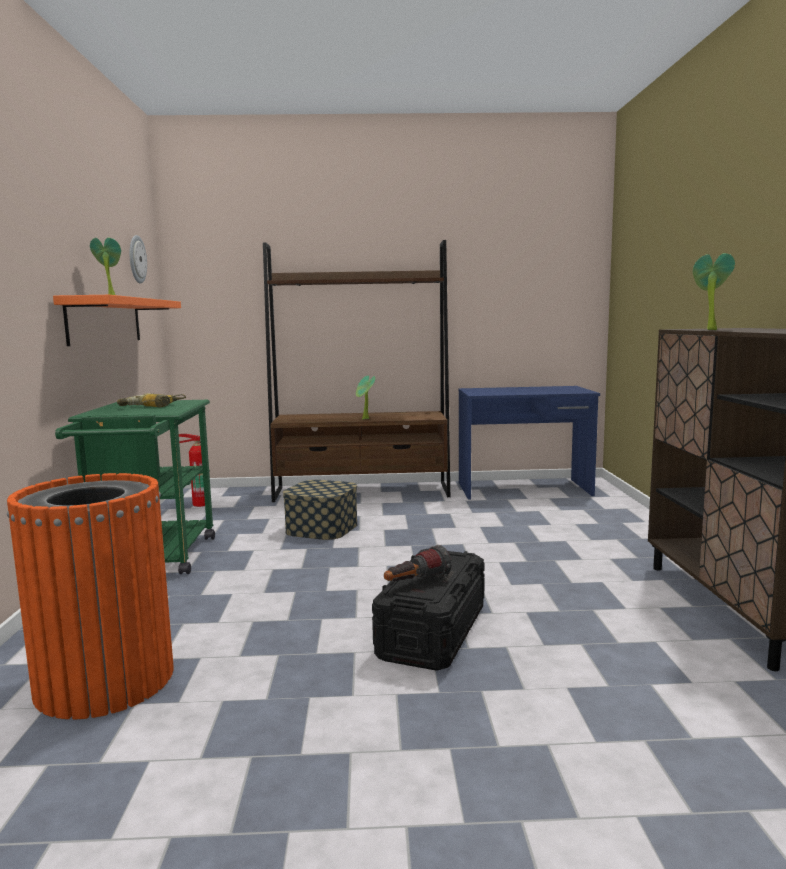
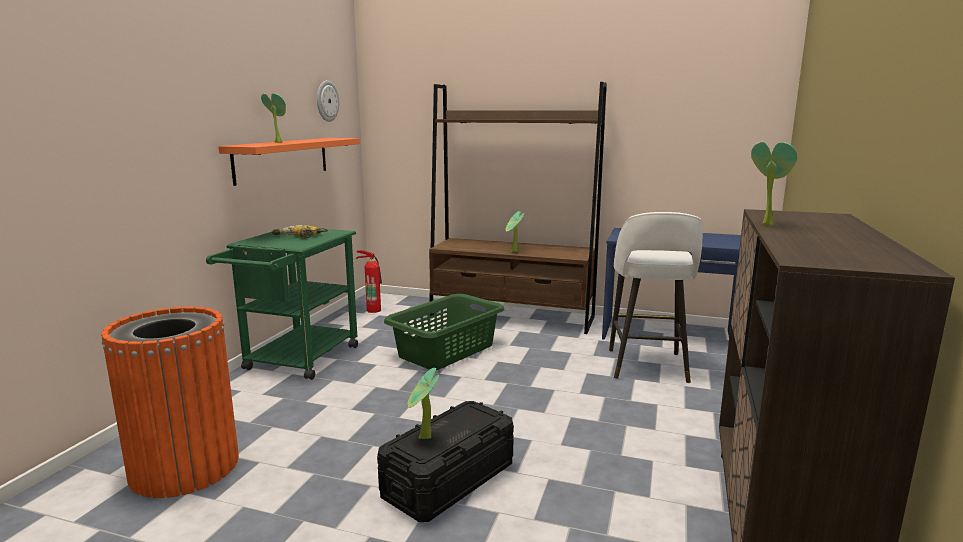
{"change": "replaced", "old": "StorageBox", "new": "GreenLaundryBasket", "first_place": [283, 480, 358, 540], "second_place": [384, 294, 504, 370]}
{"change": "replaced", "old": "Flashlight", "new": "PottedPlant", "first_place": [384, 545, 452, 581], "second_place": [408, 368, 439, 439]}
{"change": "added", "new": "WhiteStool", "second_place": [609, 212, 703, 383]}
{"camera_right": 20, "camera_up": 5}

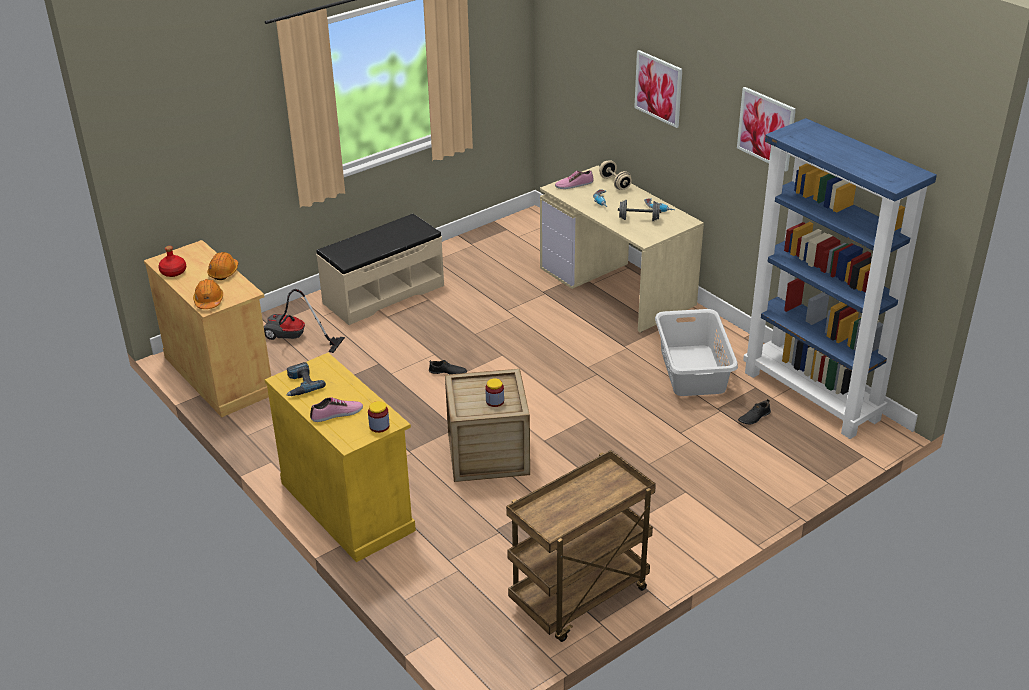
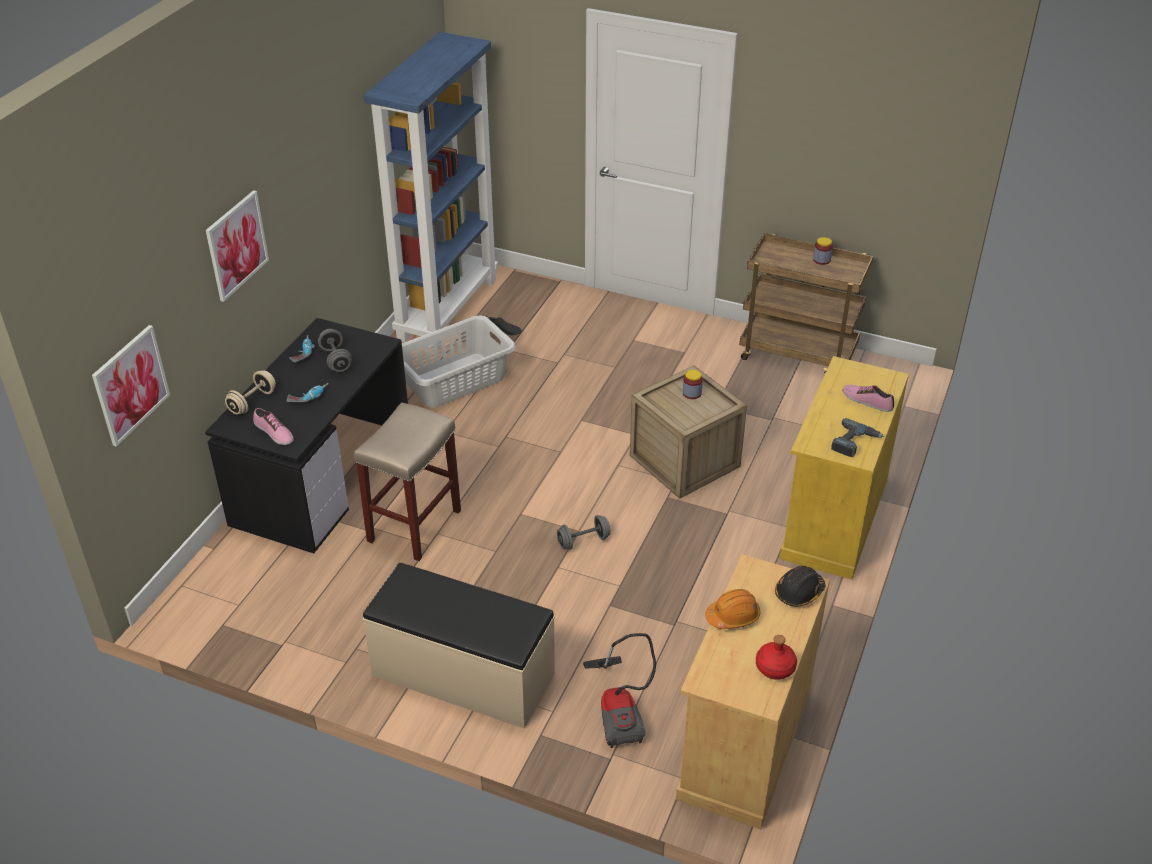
{"change": "moved", "old": "Picture", "first_place": [737, 87, 796, 171], "second_place": [92, 325, 170, 447]}
{"change": "recoloured", "old": "BeigeDesk", "new": "BlackDesk", "first_place": [540, 165, 704, 332], "second_place": [205, 318, 408, 553]}
{"change": "recoloured", "old": "OrangeHardHat", "new": "BlackHardHat", "first_place": [193, 279, 223, 309], "second_place": [775, 565, 825, 607]}
{"change": "replaced", "old": "BlackShoe", "new": "GreyDumbbell", "first_place": [429, 360, 467, 374], "second_place": [557, 515, 610, 550]}
{"change": "moved", "old": "Jar", "first_place": [368, 401, 390, 433], "second_place": [813, 237, 833, 265]}
{"change": "added", "new": "BeigeStool", "second_place": [354, 402, 461, 561]}
{"camera_right": -120, "camera_up": 5}

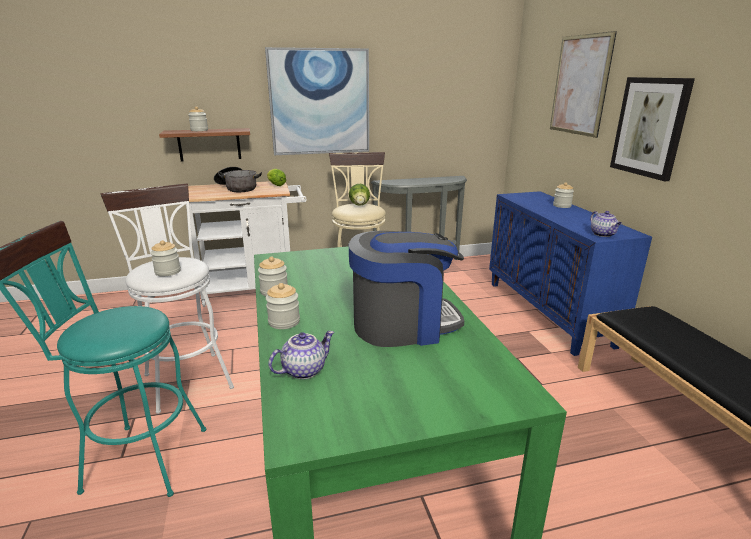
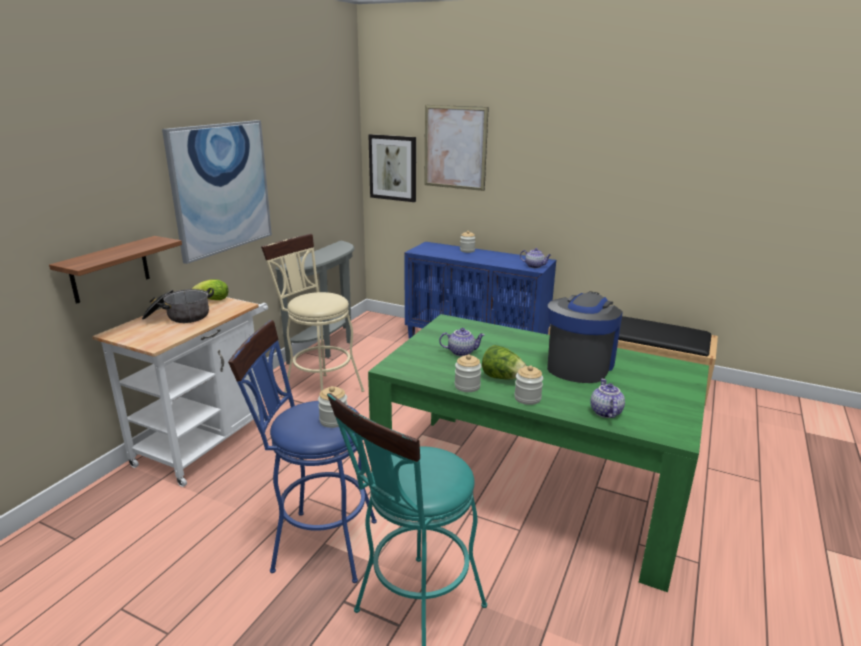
{"change": "moved", "old": "Picture", "first_place": [610, 77, 695, 181], "second_place": [368, 134, 416, 202]}
{"change": "removed", "old": "Jar", "first_place": [188, 106, 208, 131]}
{"change": "recoloured", "old": "WhiteStool", "new": "BlueStool", "first_place": [100, 183, 234, 414], "second_place": [228, 320, 377, 583]}
{"change": "moved", "old": "Lettuce", "first_place": [349, 184, 370, 206], "second_place": [482, 345, 527, 379]}
{"change": "added", "new": "Teapot", "second_place": [439, 328, 485, 356]}
{"camera_right": -50, "camera_up": 0}

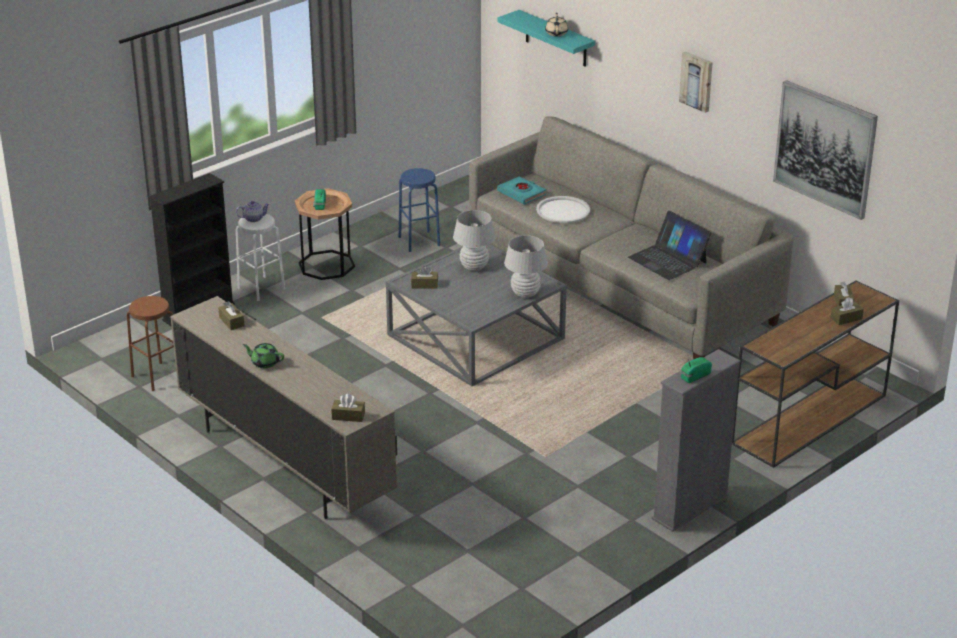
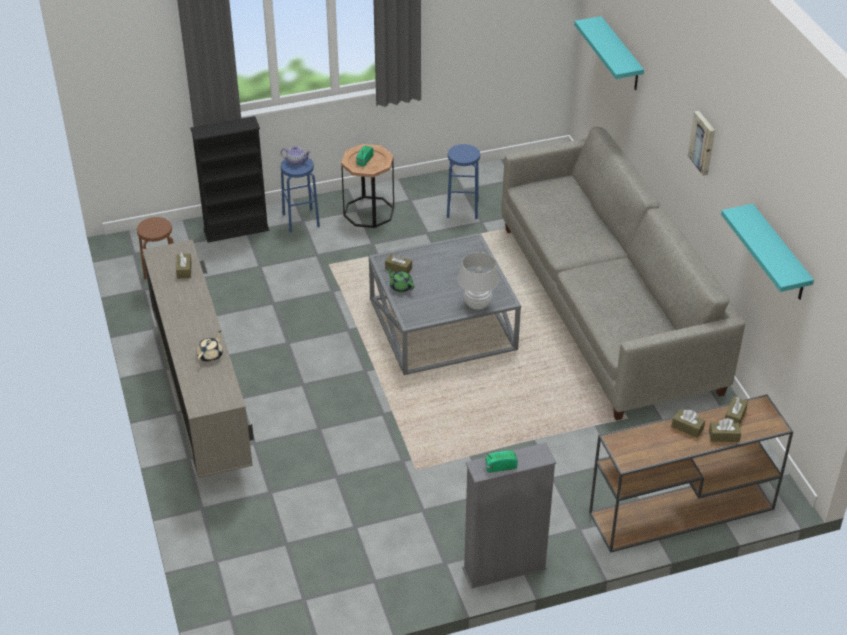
{"change": "moved", "old": "BeigeTeapot", "first_place": [545, 13, 568, 37], "second_place": [197, 331, 223, 362]}
{"change": "replaced", "old": "Picture", "new": "TurquoiseShelf", "first_place": [773, 80, 878, 220], "second_place": [721, 204, 814, 300]}
{"change": "removed", "old": "TurquoiseBook", "first_place": [497, 177, 546, 204]}
{"change": "removed", "old": "WhiteTray", "first_place": [536, 196, 590, 223]}
{"change": "removed", "old": "WhiteTableLamp", "first_place": [453, 210, 496, 271]}
{"change": "removed", "old": "Laptop", "first_place": [628, 211, 711, 280]}
{"change": "recoloured", "old": "WhiteStool", "new": "BlueStool", "first_place": [236, 214, 285, 301], "second_place": [281, 158, 320, 233]}
{"change": "moved", "old": "GreenTeapot", "first_place": [243, 343, 284, 368], "second_place": [387, 267, 414, 292]}
{"change": "moved", "old": "BrownTissueBox", "first_place": [331, 394, 365, 422], "second_place": [672, 409, 705, 438]}
{"camera_right": 25, "camera_up": 10}

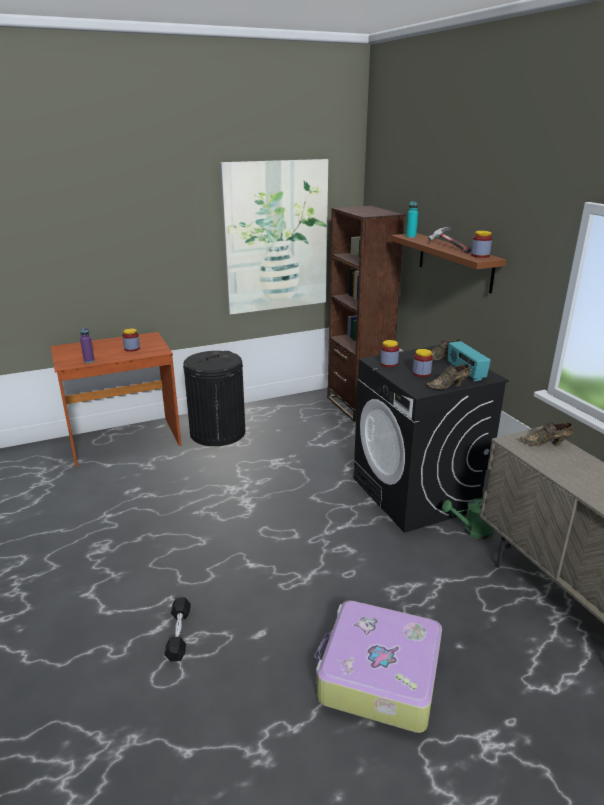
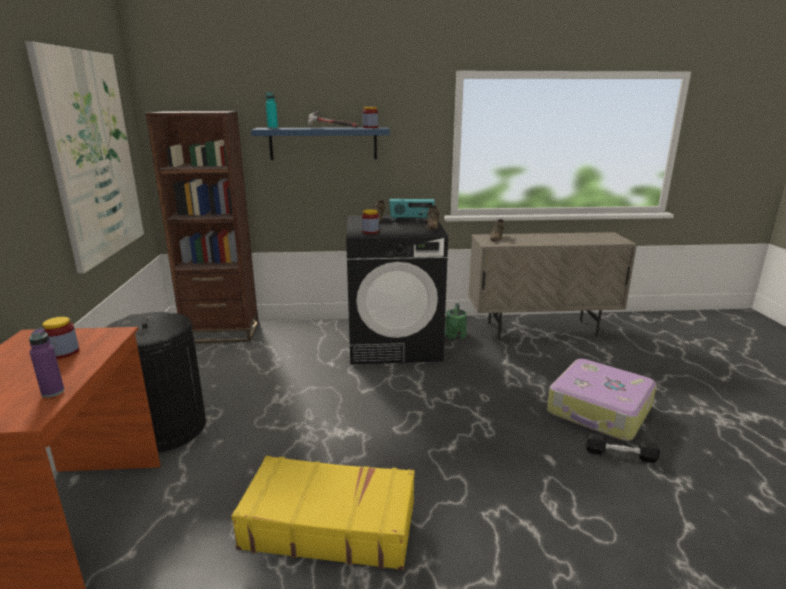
{"change": "recoloured", "old": "BrownShelf", "new": "BlueShelf", "first_place": [391, 233, 506, 293], "second_place": [251, 127, 390, 160]}
{"change": "removed", "old": "Jar", "first_place": [412, 349, 433, 377]}
{"change": "moved", "old": "BlackDumbbell", "first_place": [164, 597, 191, 661], "second_place": [586, 433, 660, 463]}
{"change": "added", "new": "YellowSuitcase", "second_place": [231, 456, 415, 570]}
{"camera_right": -70, "camera_up": -5}

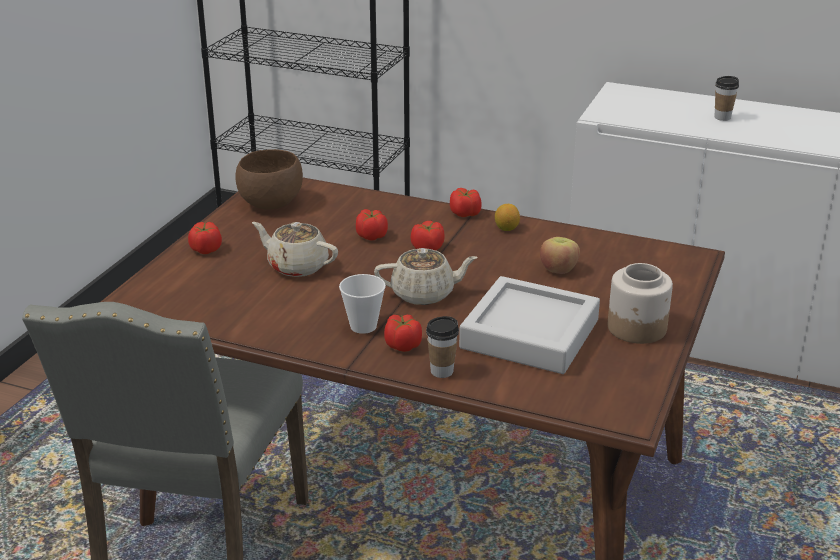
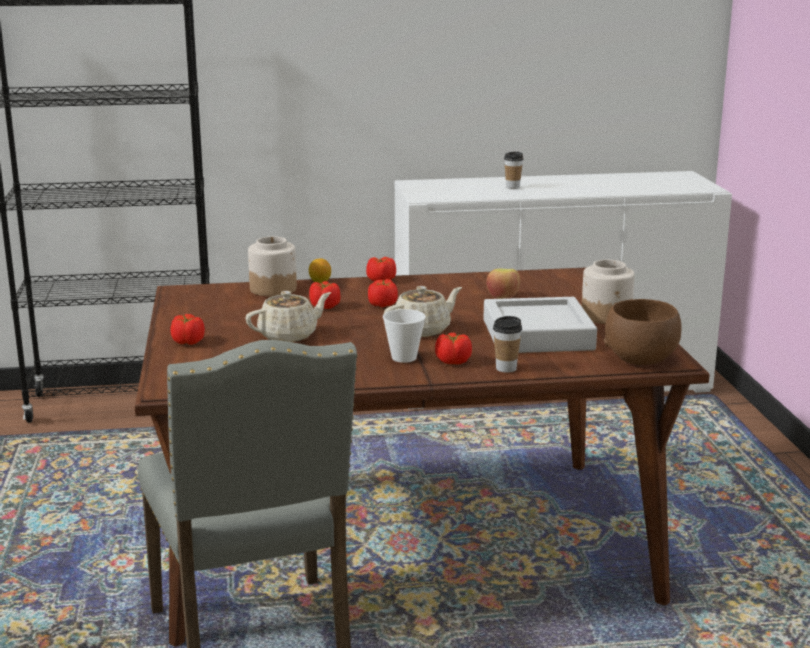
{"change": "moved", "old": "BrownBowl", "first_place": [235, 149, 303, 210], "second_place": [603, 299, 682, 365]}
{"change": "moved", "old": "Lemon", "first_place": [495, 204, 520, 231], "second_place": [309, 258, 331, 283]}
{"change": "turned", "old": "BeigeTeapot", "first_place": [252, 222, 338, 277], "second_place": [245, 291, 331, 342], "degrees": 150}
{"change": "added", "new": "Jar", "second_place": [248, 236, 297, 297]}
{"camera_right": -30, "camera_up": -10}

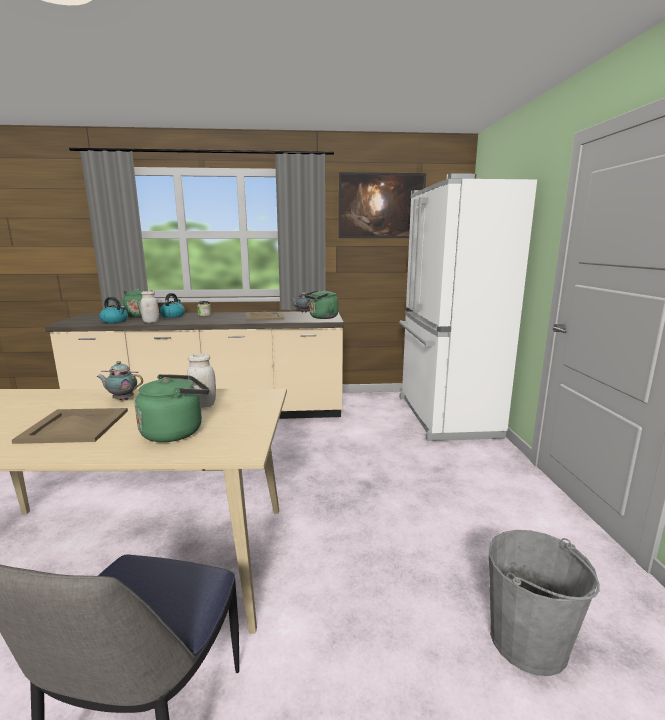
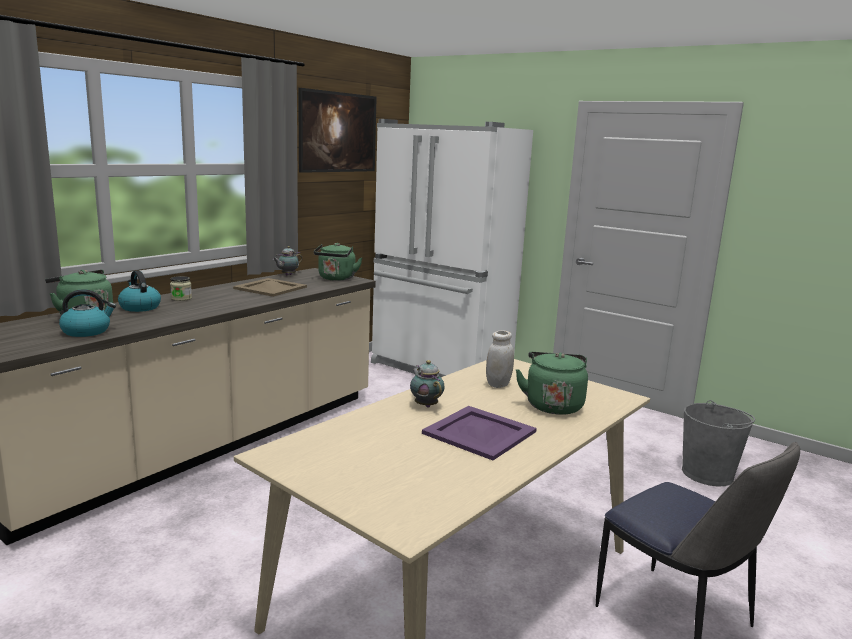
{"change": "removed", "old": "WhiteJar", "first_place": [140, 291, 159, 323]}
{"change": "turned", "old": "Teapot", "first_place": [96, 361, 143, 400], "second_place": [410, 360, 445, 408], "degrees": 105}
{"change": "recoloured", "old": "BeigeTray", "new": "PurpleTray", "first_place": [12, 408, 128, 444], "second_place": [422, 406, 537, 460]}
{"camera_right": -50, "camera_up": 0}

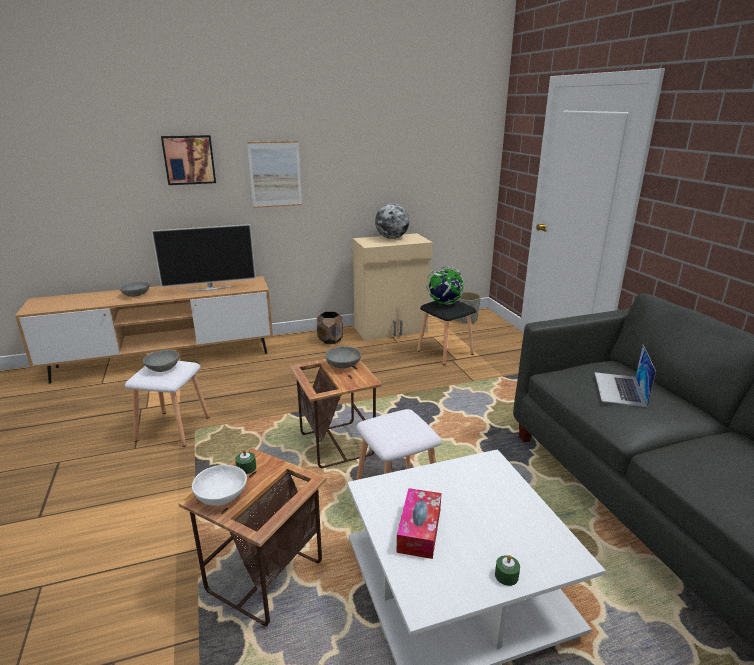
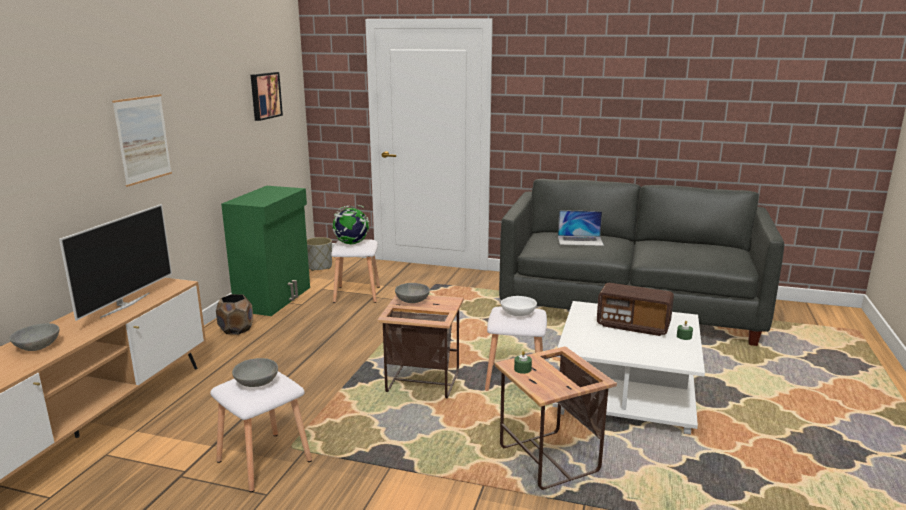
{"change": "moved", "old": "Picture", "first_place": [161, 135, 216, 185], "second_place": [251, 72, 283, 121]}
{"change": "removed", "old": "Globe", "first_place": [375, 203, 410, 239]}
{"change": "recoloured", "old": "BeigeCabinet", "new": "GreenCabinet", "first_place": [353, 233, 433, 341], "second_place": [221, 186, 310, 316]}
{"change": "recoloured", "old": "BlackStool", "new": "WhiteStool", "first_place": [417, 301, 476, 365], "second_place": [331, 239, 380, 303]}
{"change": "turned", "old": "Laptop", "first_place": [595, 345, 656, 407], "second_place": [558, 210, 604, 246], "degrees": -45}
{"change": "moved", "old": "WhiteBowl", "first_place": [192, 465, 247, 506], "second_place": [501, 296, 537, 316]}
{"change": "removed", "old": "TissueBox", "first_place": [396, 488, 441, 559]}
{"change": "added", "new": "Radio", "second_place": [597, 283, 674, 336]}
{"camera_right": -55, "camera_up": -5}

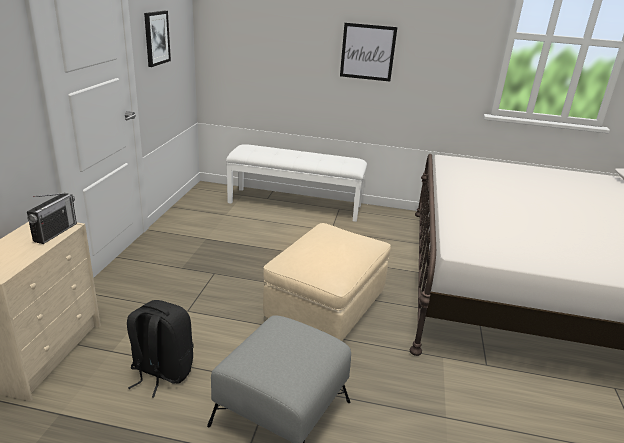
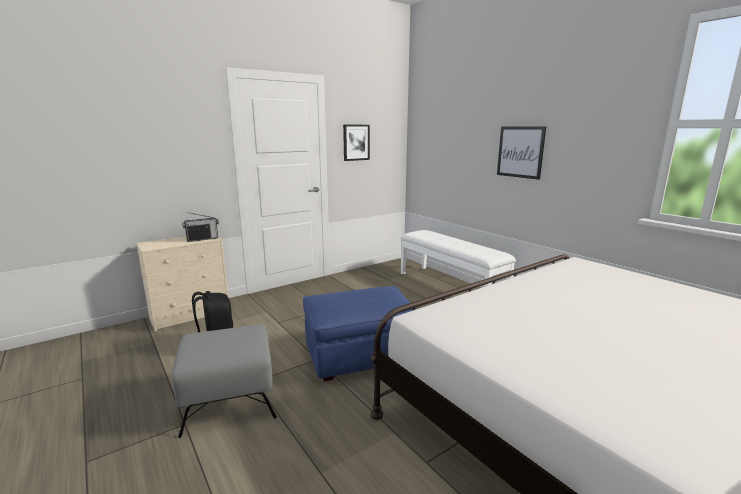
{"change": "recoloured", "old": "BeigeOttoman", "new": "BlueOttoman", "first_place": [263, 223, 391, 341], "second_place": [303, 286, 418, 381]}
{"camera_right": 45, "camera_up": -10}

